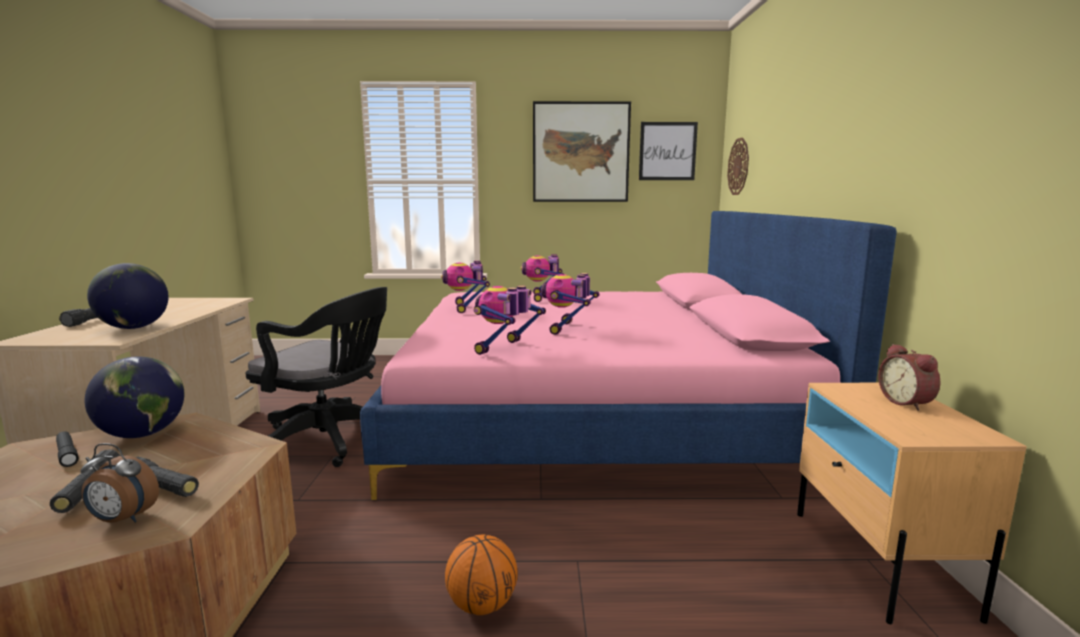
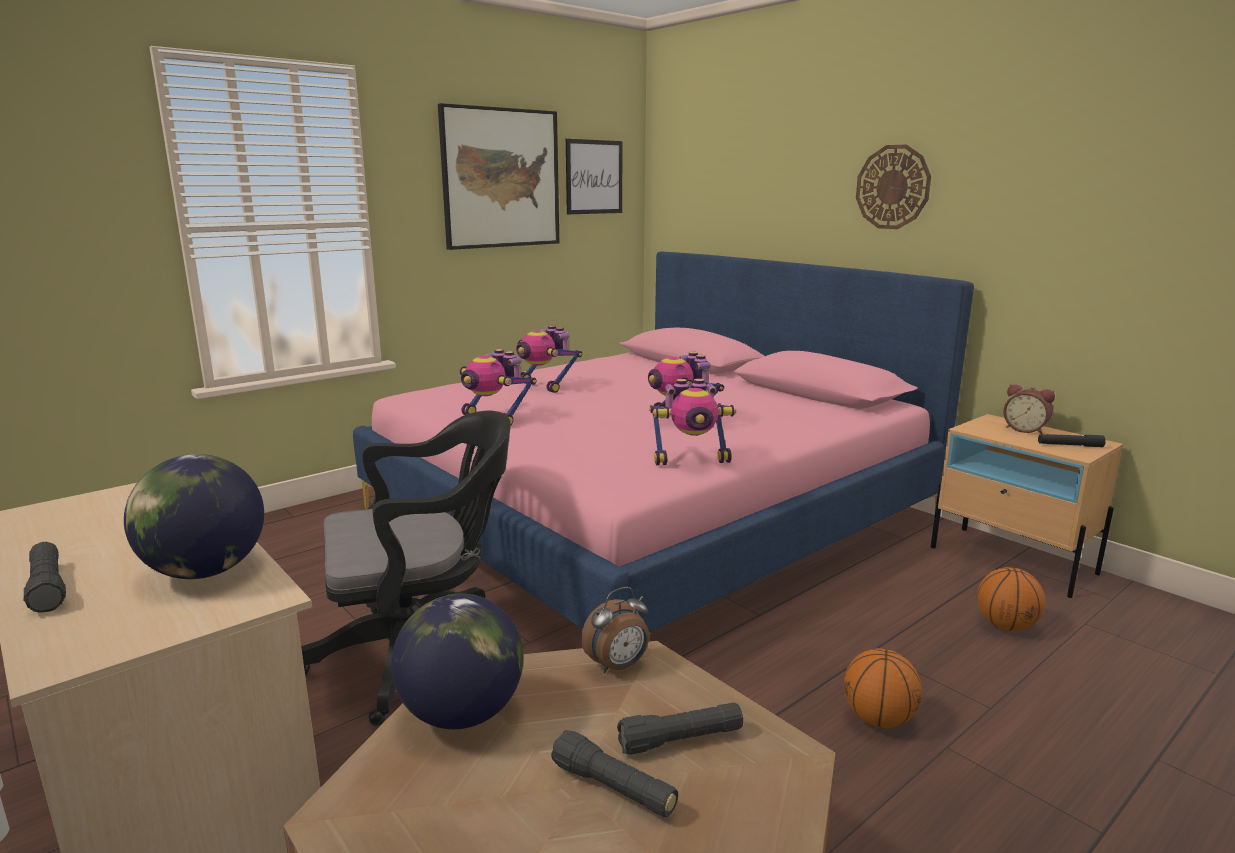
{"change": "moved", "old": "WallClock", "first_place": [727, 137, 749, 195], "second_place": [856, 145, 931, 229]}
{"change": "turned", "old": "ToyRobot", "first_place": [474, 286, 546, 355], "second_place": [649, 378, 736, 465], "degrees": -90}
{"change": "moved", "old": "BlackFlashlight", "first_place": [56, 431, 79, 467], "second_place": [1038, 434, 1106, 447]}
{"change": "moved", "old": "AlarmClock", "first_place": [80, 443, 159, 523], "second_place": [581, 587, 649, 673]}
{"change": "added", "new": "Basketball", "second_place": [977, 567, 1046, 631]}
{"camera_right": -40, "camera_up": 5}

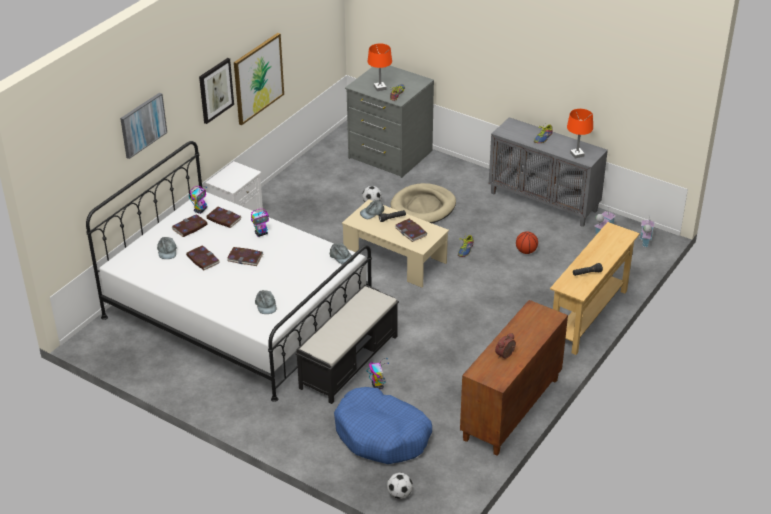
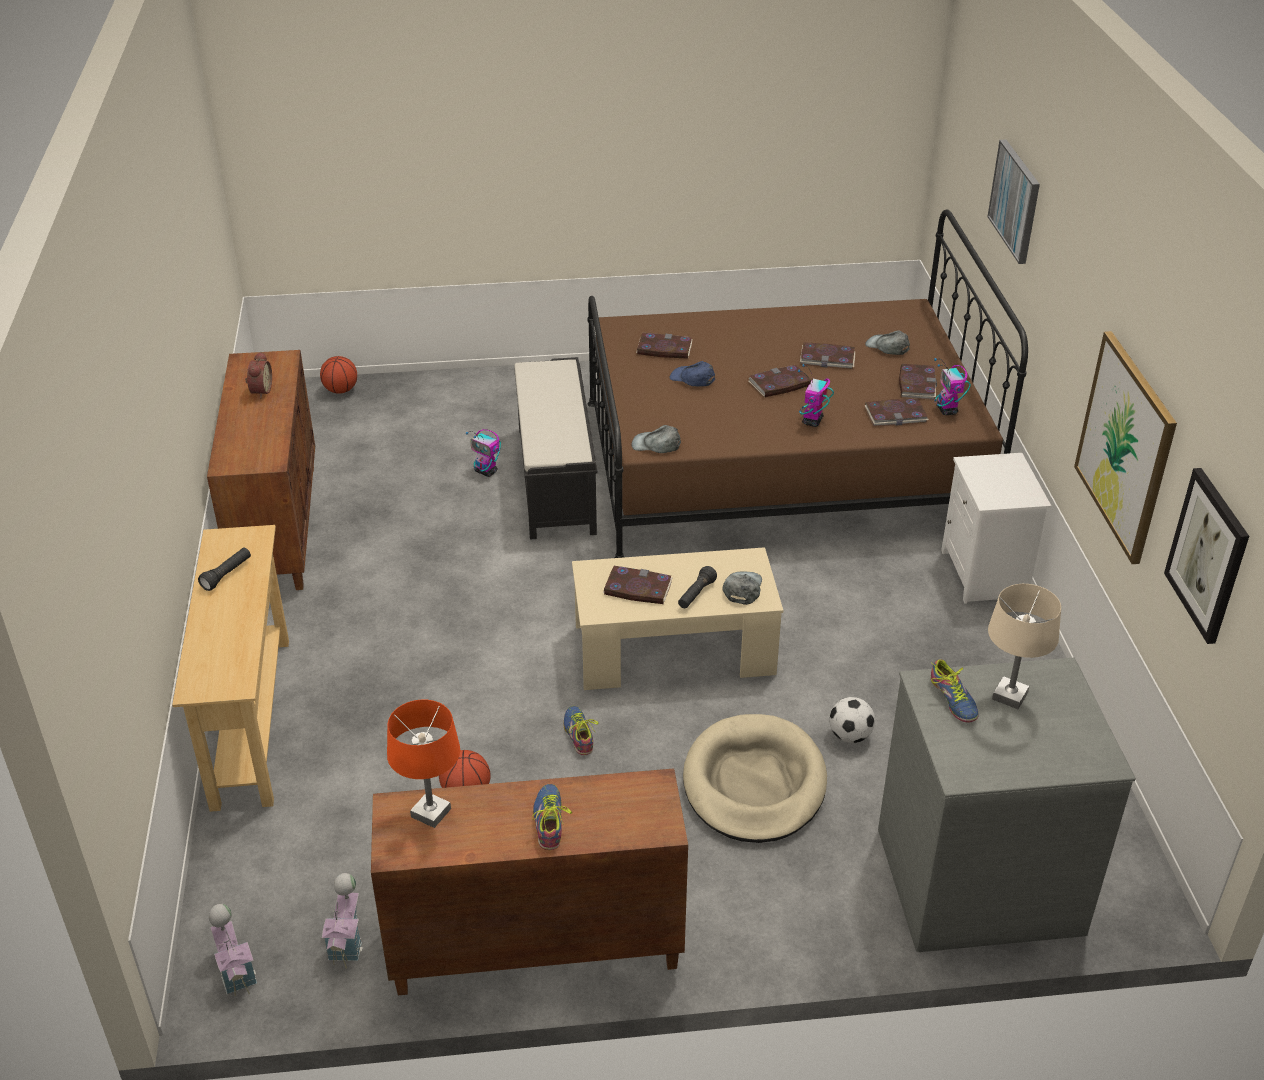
{"change": "recoloured", "old": "OrangeTableLamp", "new": "BeigeTableLamp", "first_place": [368, 43, 392, 91], "second_place": [988, 584, 1061, 709]}
{"change": "moved", "old": "Picture", "first_place": [199, 58, 234, 124], "second_place": [1164, 468, 1249, 644]}
{"change": "recoloured", "old": "GreyCabinet", "new": "BrownCabinet", "first_place": [489, 117, 608, 227], "second_place": [371, 769, 688, 995]}
{"change": "recoloured", "old": "WhiteBed", "new": "BrownBed", "first_place": [86, 141, 372, 402], "second_place": [587, 209, 1028, 558]}
{"change": "replaced", "old": "GreyCap", "new": "Book", "first_place": [255, 290, 276, 314], "second_place": [636, 333, 693, 359]}
{"change": "removed", "old": "BlueDogBed", "first_place": [334, 387, 432, 464]}
{"change": "replaced", "old": "Football", "new": "Basketball", "first_place": [387, 473, 413, 499], "second_place": [320, 356, 357, 394]}
{"change": "added", "new": "BlueCap", "second_place": [670, 361, 715, 387]}
{"camera_right": 140, "camera_up": 0}

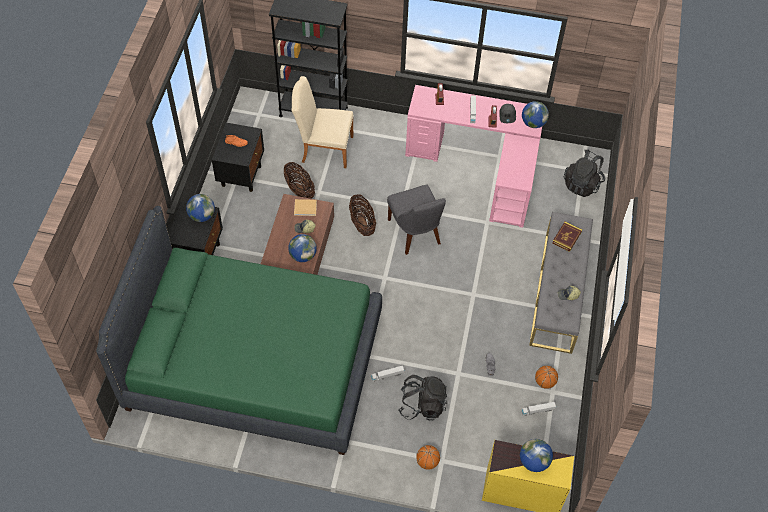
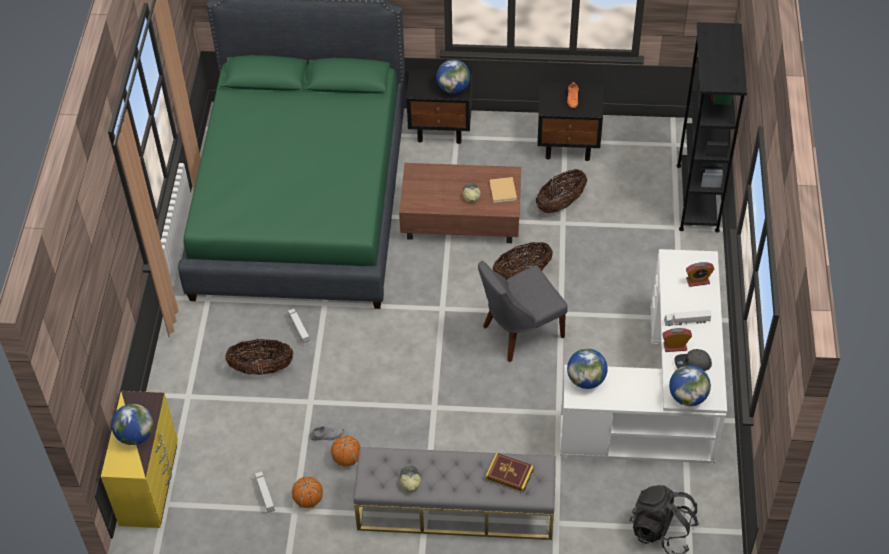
{"change": "removed", "old": "BeigeChair", "first_place": [291, 76, 353, 168]}
{"change": "recoloured", "old": "PinkDesk", "new": "WhiteDesk", "first_place": [405, 85, 542, 228], "second_place": [560, 249, 727, 464]}
{"change": "moved", "old": "Globe", "first_place": [288, 234, 317, 262], "second_place": [567, 349, 608, 389]}
{"change": "replaced", "old": "BlackBackpack", "new": "Basket", "first_place": [398, 375, 447, 420], "second_place": [225, 339, 293, 375]}
{"change": "moved", "old": "Basketball", "first_place": [416, 445, 440, 470], "second_place": [331, 436, 361, 466]}
{"camera_right": 85, "camera_up": -5}

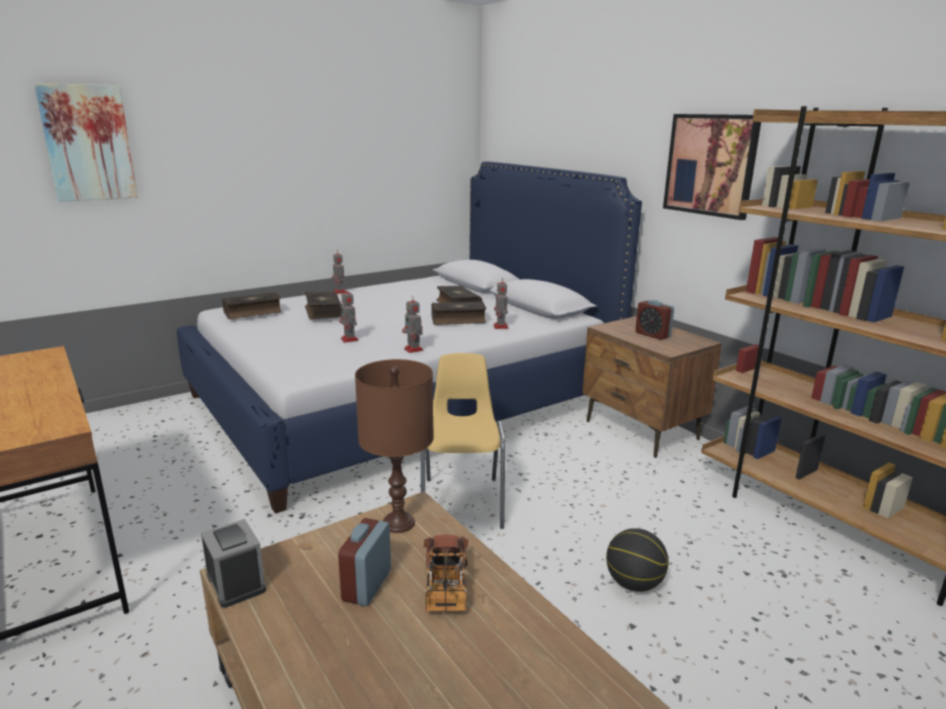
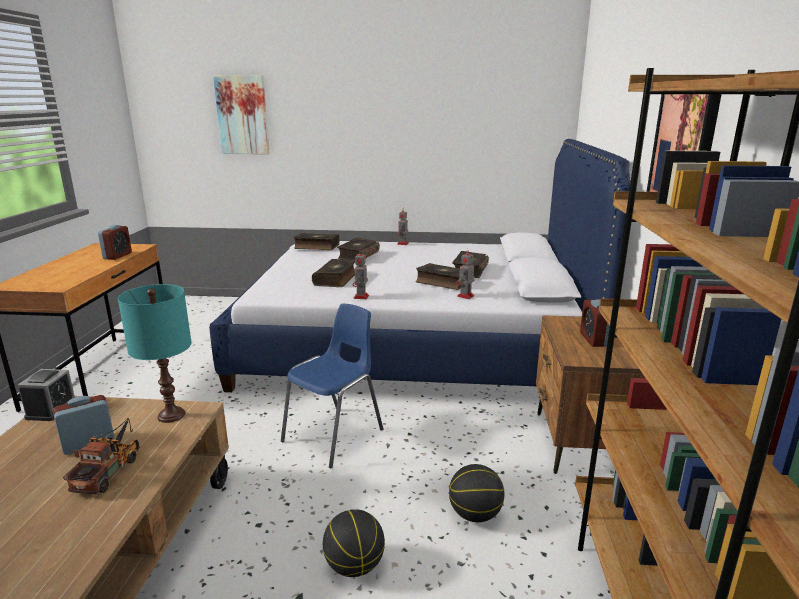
{"change": "replaced", "old": "ToyRobot", "new": "Book", "first_place": [339, 287, 359, 343], "second_place": [312, 259, 355, 287]}
{"change": "recoloured", "old": "YellowChair", "new": "BlueChair", "first_place": [421, 353, 505, 529], "second_place": [281, 304, 383, 469]}
{"change": "recoloured", "old": "BrownTableLamp", "new": "TurquoiseTableLamp", "first_place": [355, 359, 433, 533], "second_place": [118, 284, 192, 423]}
{"change": "turned", "old": "ToyTruck", "first_place": [424, 535, 468, 611], "second_place": [63, 418, 140, 494], "degrees": 150}
{"change": "added", "new": "AlarmClock", "second_place": [98, 225, 132, 260]}
{"change": "added", "new": "Basketball", "second_place": [449, 464, 504, 522]}
{"camera_right": 40, "camera_up": 0}

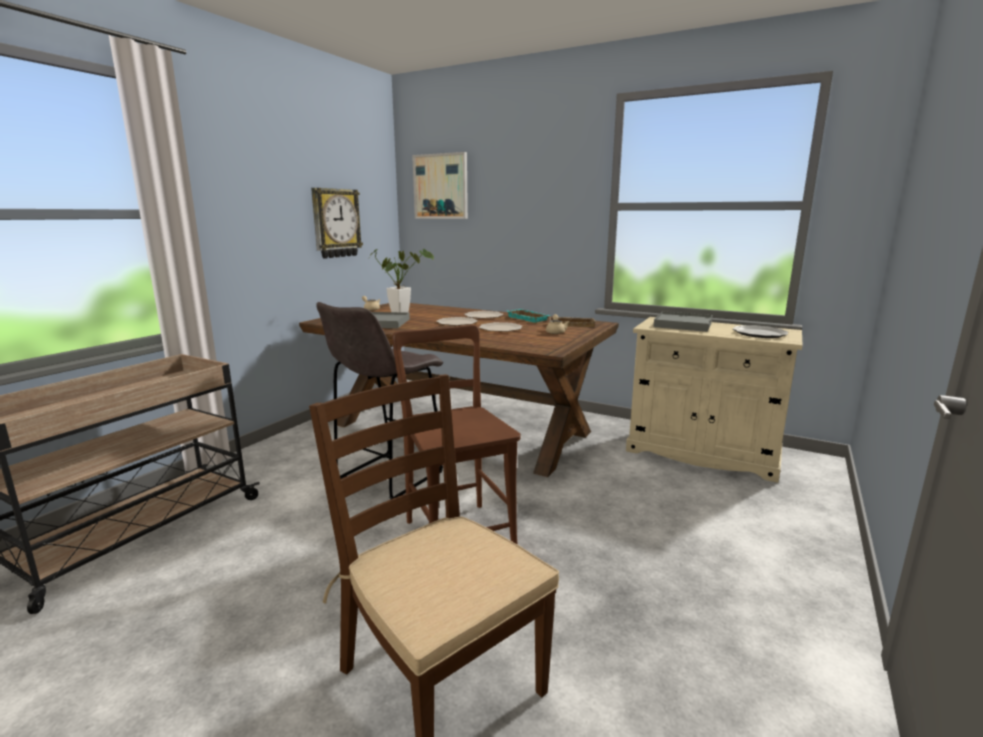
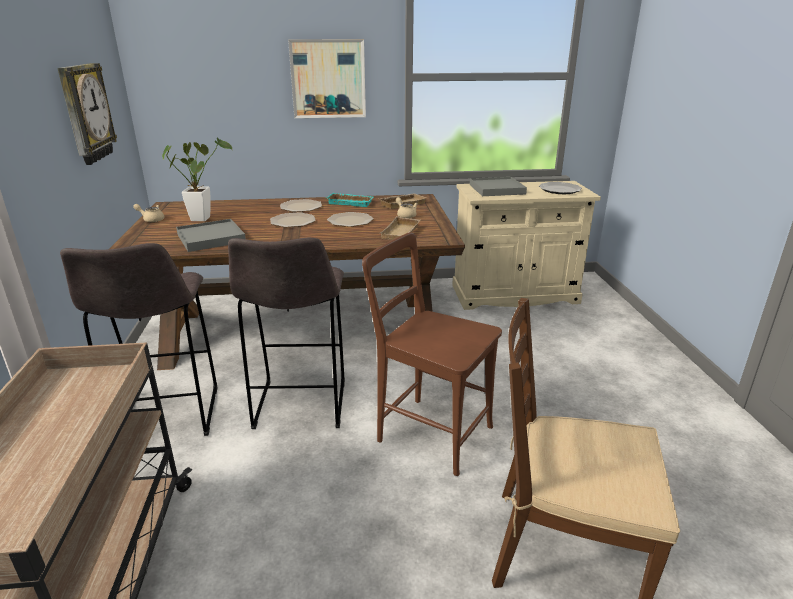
{"change": "moved", "old": "Picture", "first_place": [412, 152, 468, 219], "second_place": [288, 39, 366, 118]}
{"change": "added", "new": "BeigeTray", "second_place": [380, 216, 421, 240]}
{"change": "added", "new": "GreyStool", "second_place": [60, 243, 217, 436]}
{"camera_right": -35, "camera_up": 10}

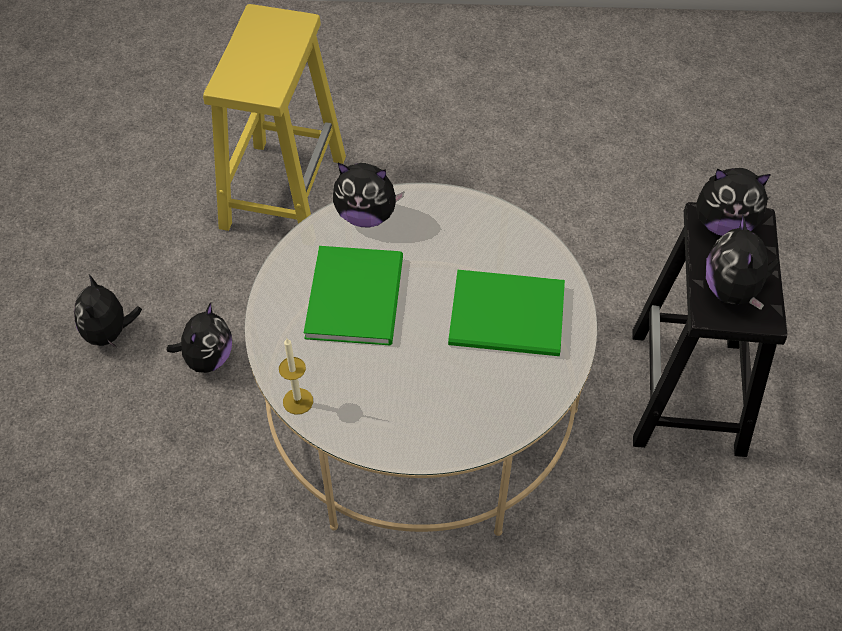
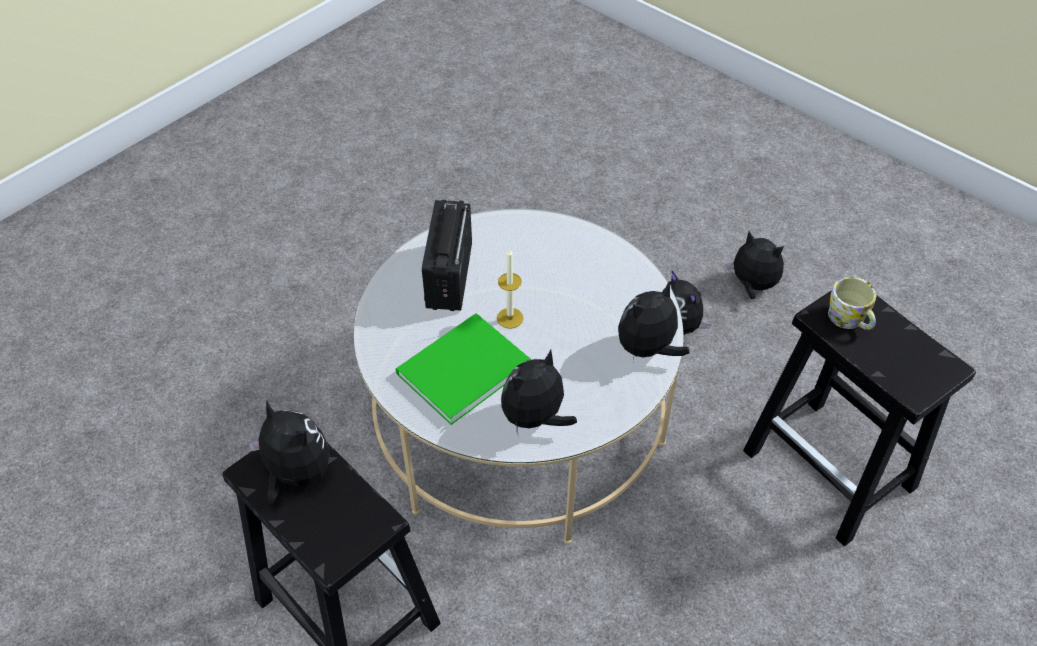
{"change": "recoloured", "old": "YellowStool", "new": "BlackStool", "first_place": [203, 4, 346, 231], "second_place": [743, 290, 976, 547]}
{"change": "moved", "old": "PlushToy", "first_place": [697, 168, 771, 236], "second_place": [501, 349, 577, 435]}
{"change": "removed", "old": "GreenBook", "first_place": [304, 246, 403, 345]}
{"change": "moved", "old": "Candle", "first_place": [279, 338, 313, 415], "second_place": [497, 248, 524, 329]}
{"change": "added", "new": "Radio", "second_place": [422, 199, 472, 311]}
{"change": "added", "new": "Mug", "second_place": [828, 277, 876, 330]}
{"camera_right": 130, "camera_up": -5}

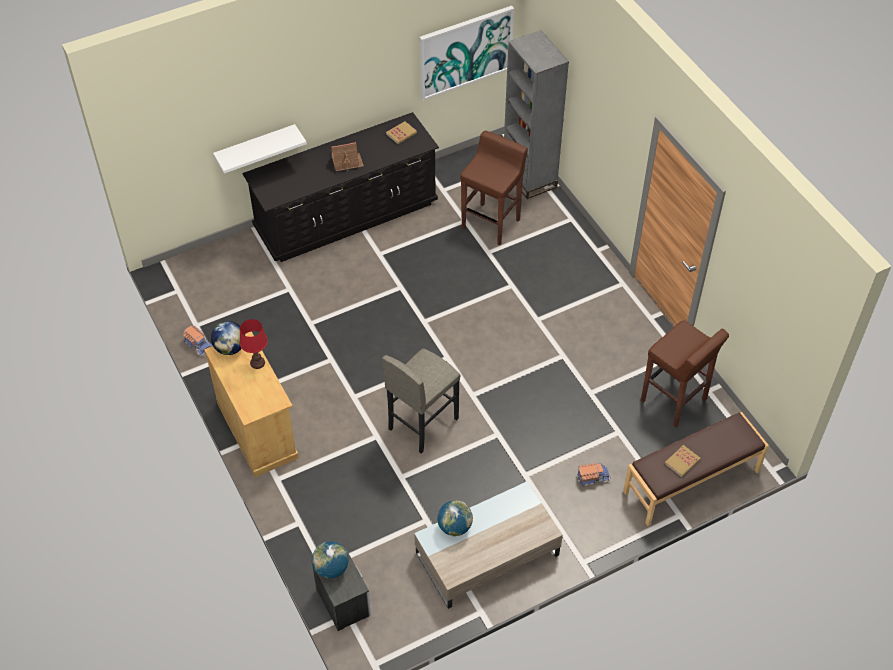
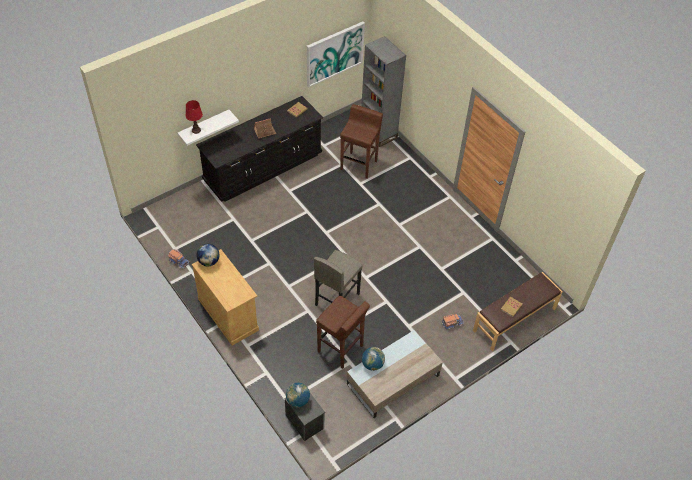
{"change": "moved", "old": "RedTableLamp", "first_place": [240, 319, 268, 369], "second_place": [186, 100, 203, 134]}
{"change": "moved", "old": "BrownStool", "first_place": [641, 320, 729, 428], "second_place": [316, 296, 370, 369]}
{"camera_right": -10, "camera_up": 0}

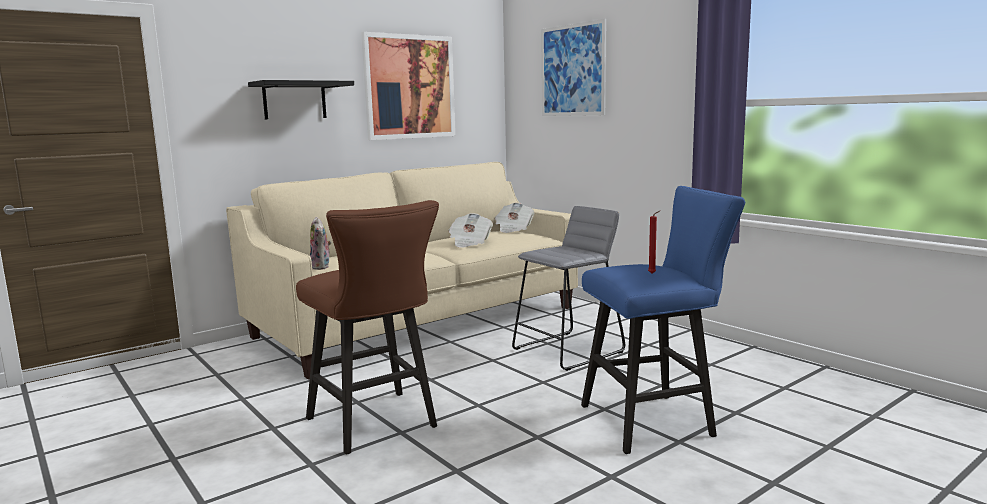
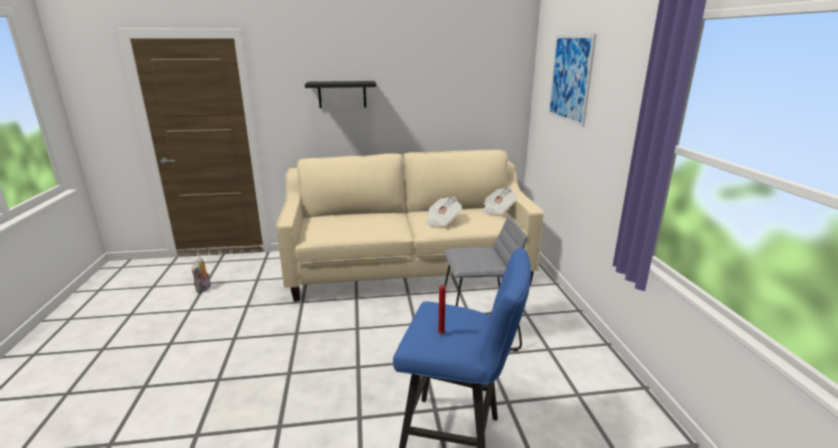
{"change": "removed", "old": "Picture", "first_place": [361, 32, 455, 140]}
{"change": "removed", "old": "BrownStool", "first_place": [296, 200, 439, 455]}
{"change": "moved", "old": "PlushToy", "first_place": [310, 217, 331, 270], "second_place": [192, 257, 211, 293]}
{"camera_right": 30, "camera_up": 10}

